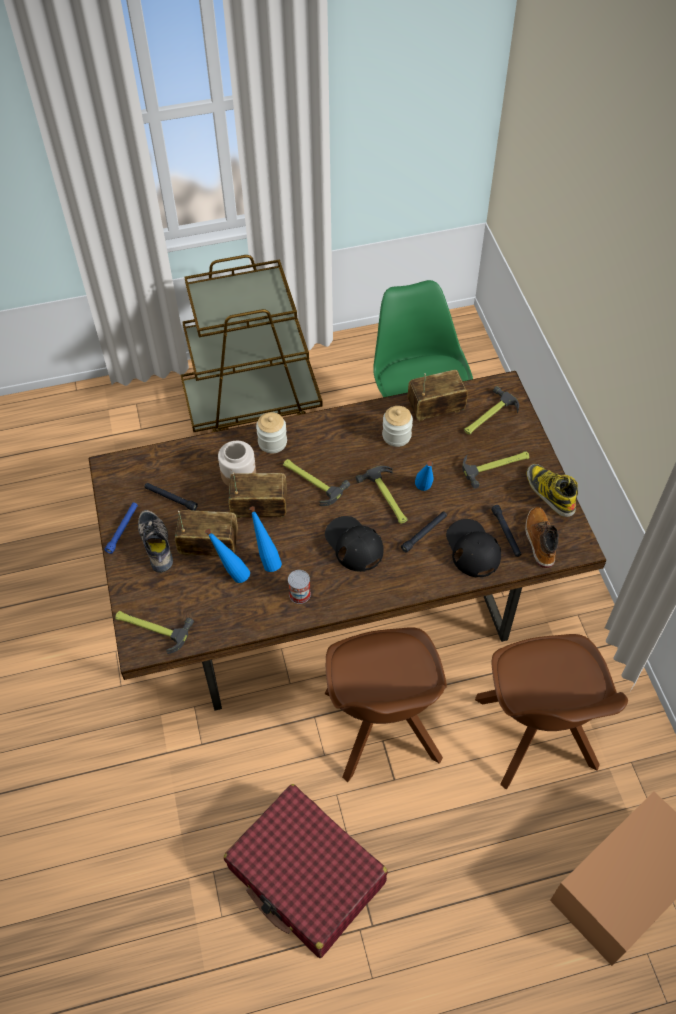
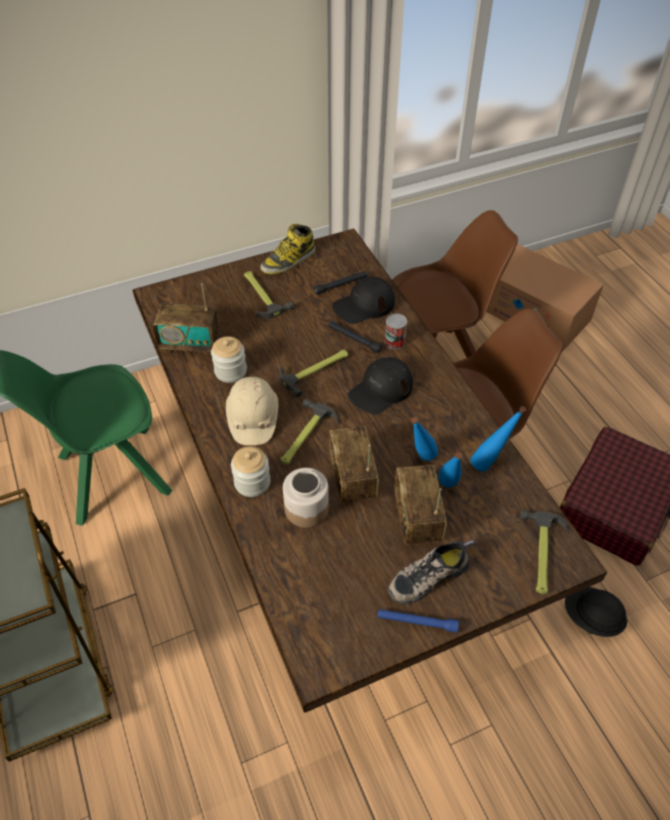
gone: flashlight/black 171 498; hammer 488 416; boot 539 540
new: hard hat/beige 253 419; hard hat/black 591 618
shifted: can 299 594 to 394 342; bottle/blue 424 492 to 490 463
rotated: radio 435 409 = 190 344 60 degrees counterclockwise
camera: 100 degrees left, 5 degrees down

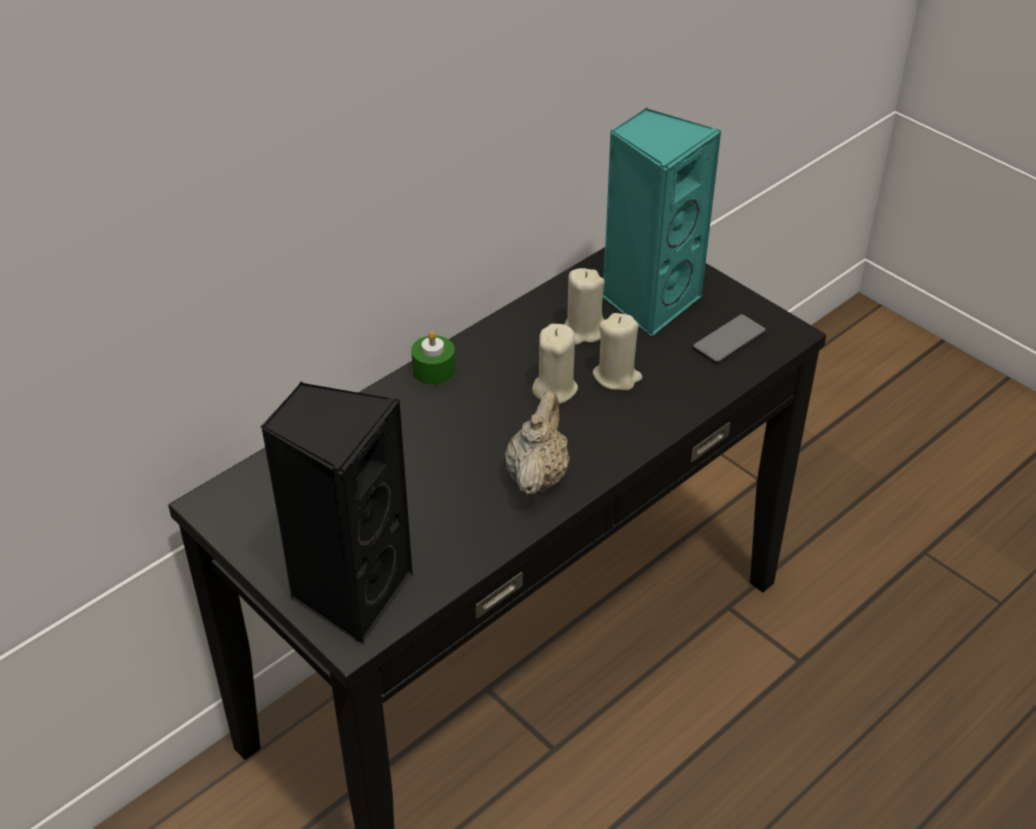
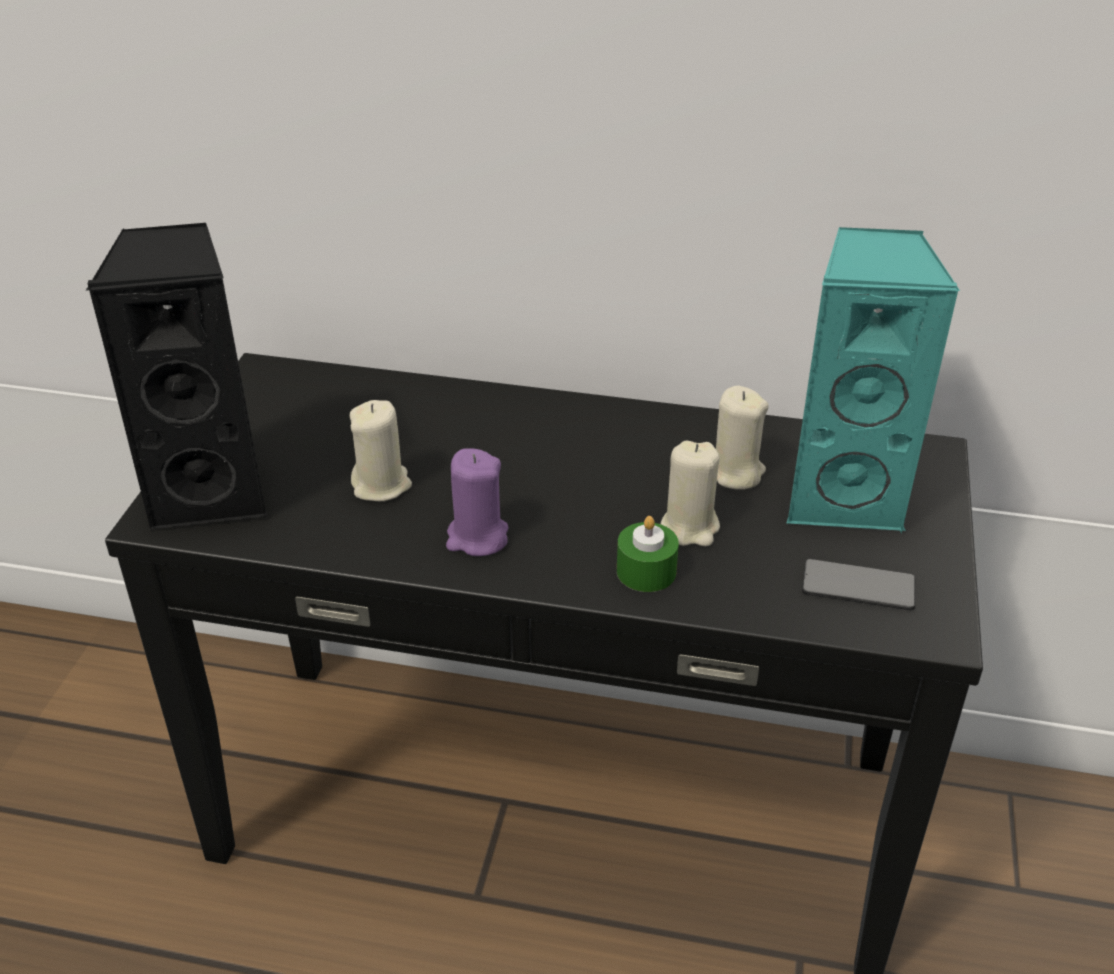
shifted: candle/green 434 370 to 646 571; candle/beige 554 388 to 381 485
swapped: teapot/beige 537 475 to candle/purple 477 538
camera: 55 degrees right, 5 degrees down

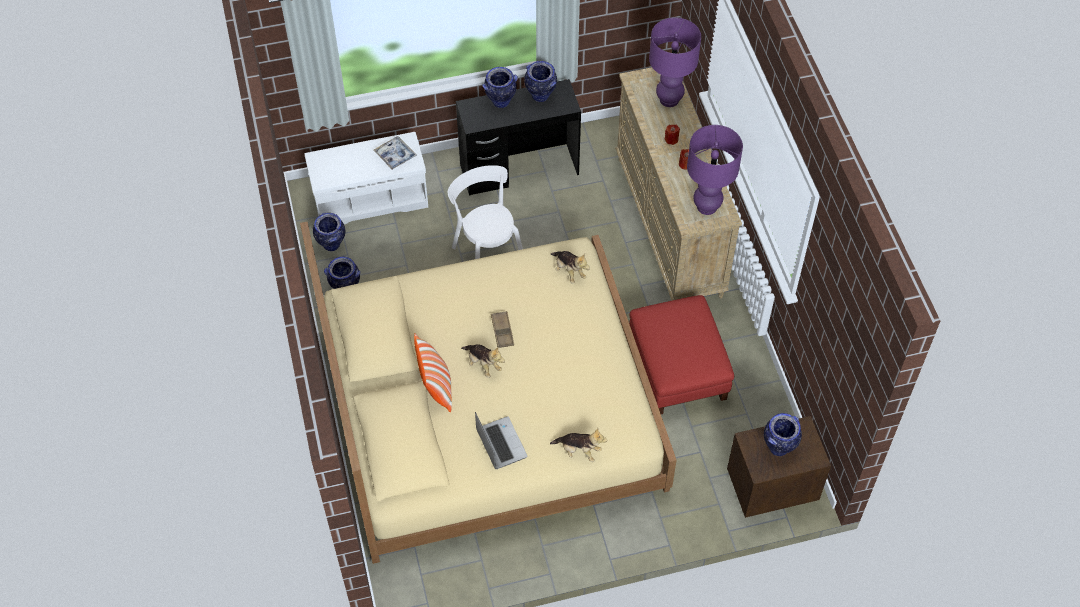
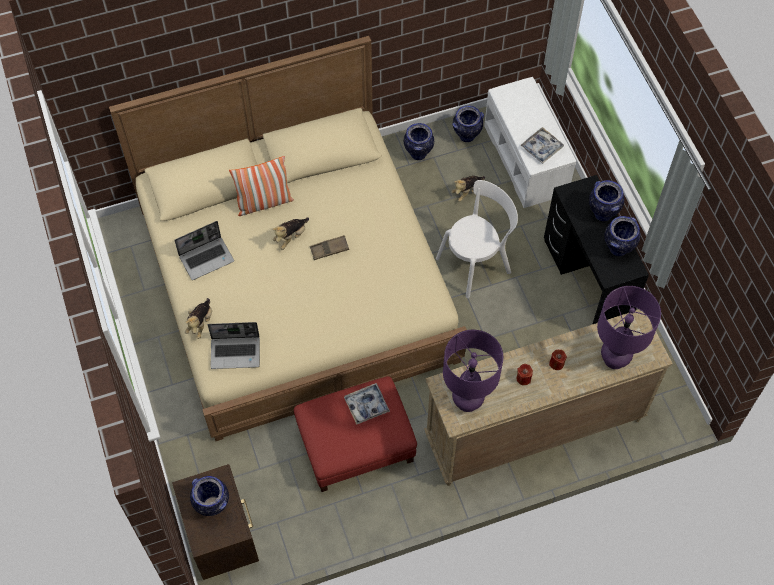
new: laptop 236 352; tray 366 405
shifted: plush toy 569 271 to 467 191
camera: 85 degrees right, 5 degrees up

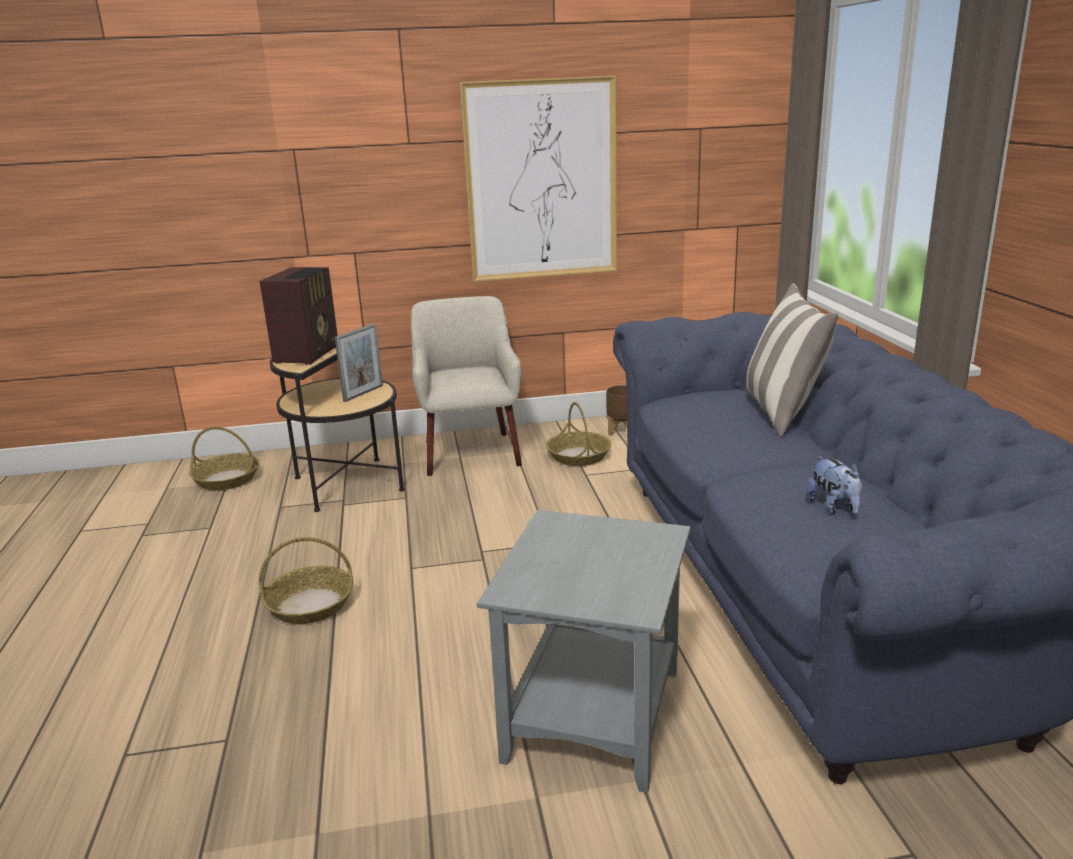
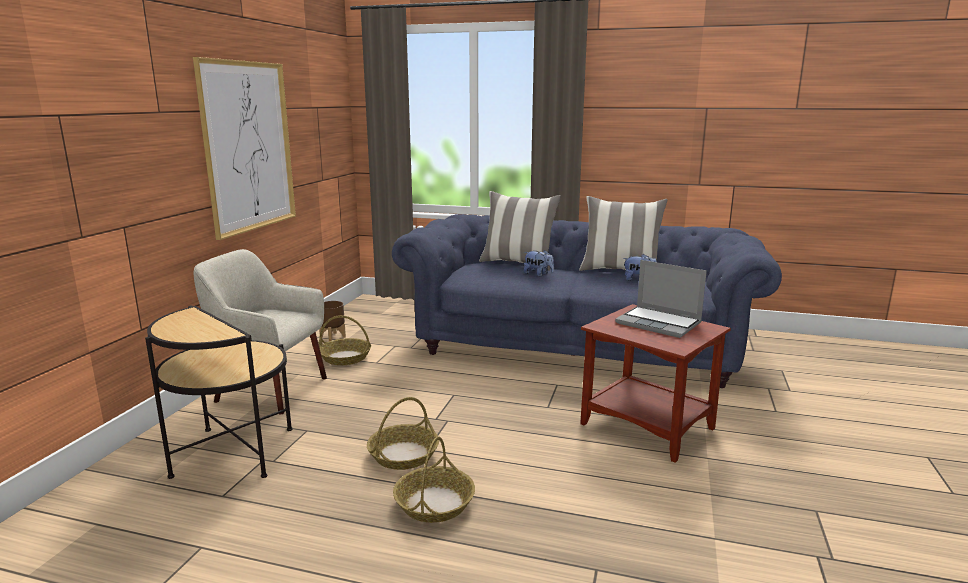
gone: radio 309 354; picture frame 363 393
new: plush toy 538 274; pillow 620 271; laptop 659 323
shifted: basket 226 480 to 403 455
repainted: side table/grey 596 716 to side table/brown 648 425
camera: 65 degrees left, 5 degrees down

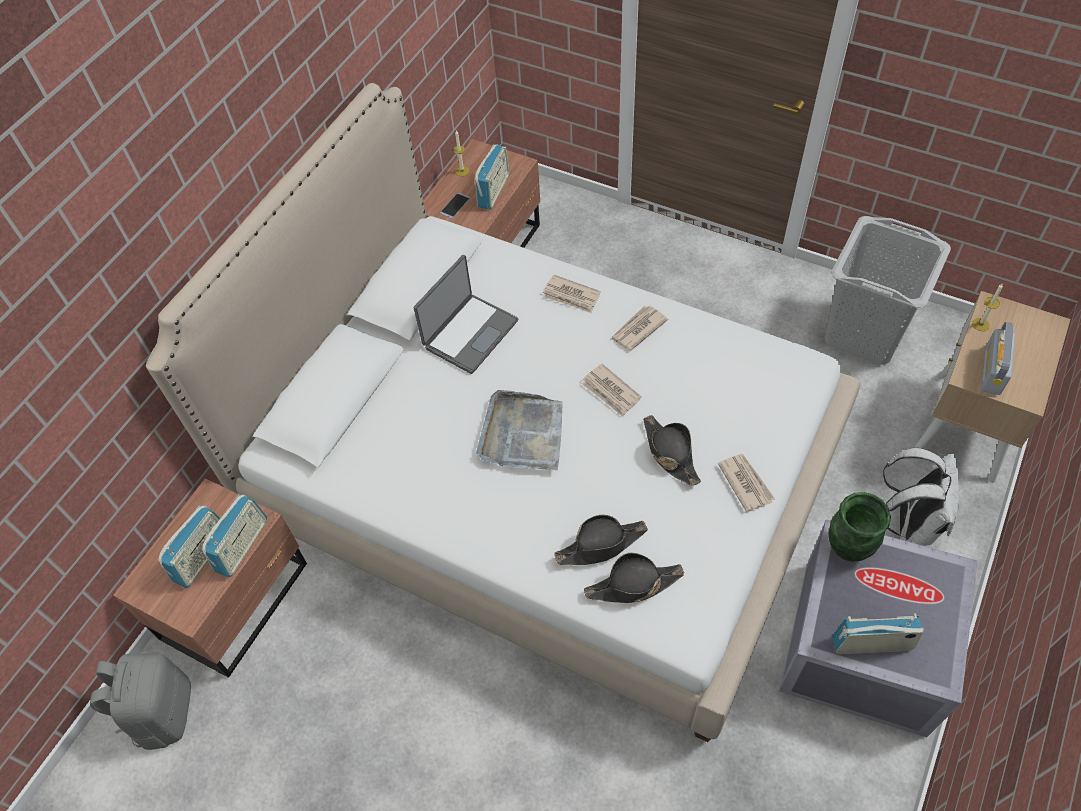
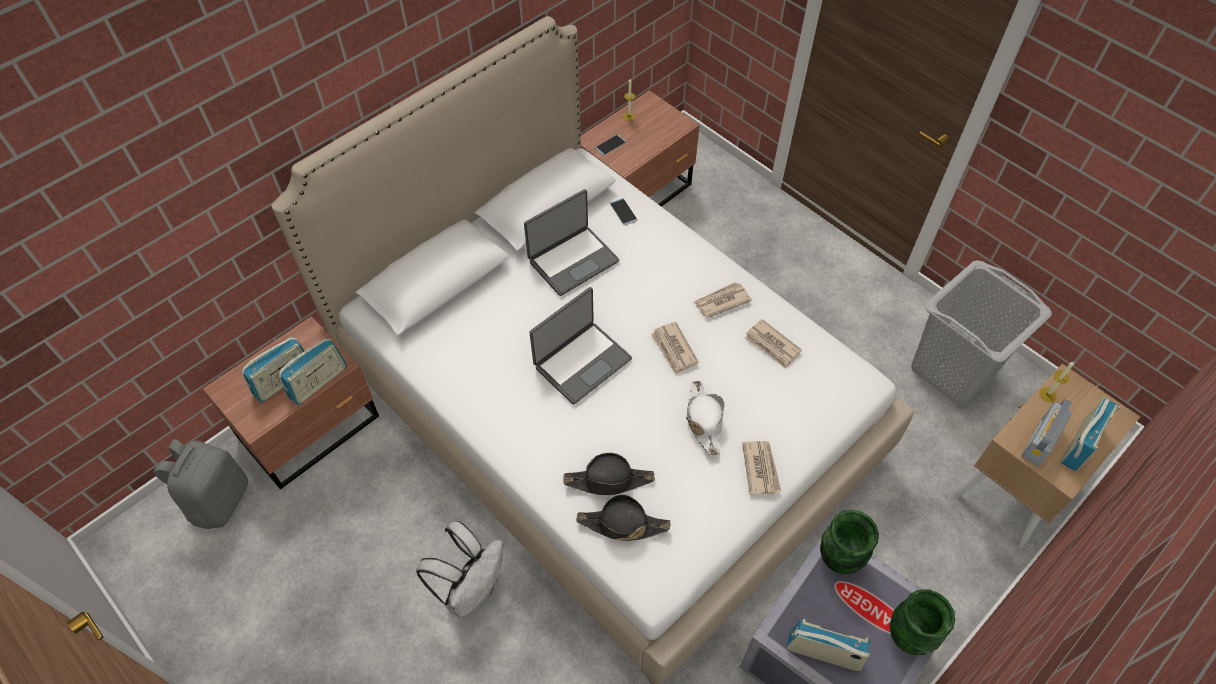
new: phone 623 212; vase/green 909 636
shifted: radio 494 191 to 1080 444; newspaper 571 296 to 772 346; backpack/white 911 522 to 472 591
swapped: tray/grey 522 434 to laptop 581 362
repainted: hat/black 670 453 to hat/white 704 420
camera: 15 degrees right, 0 degrees up

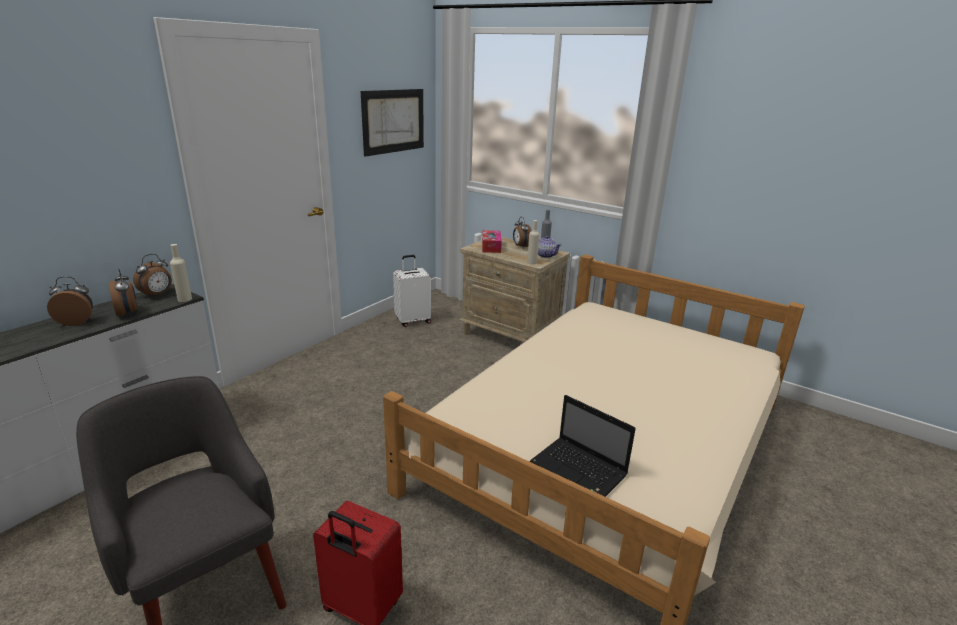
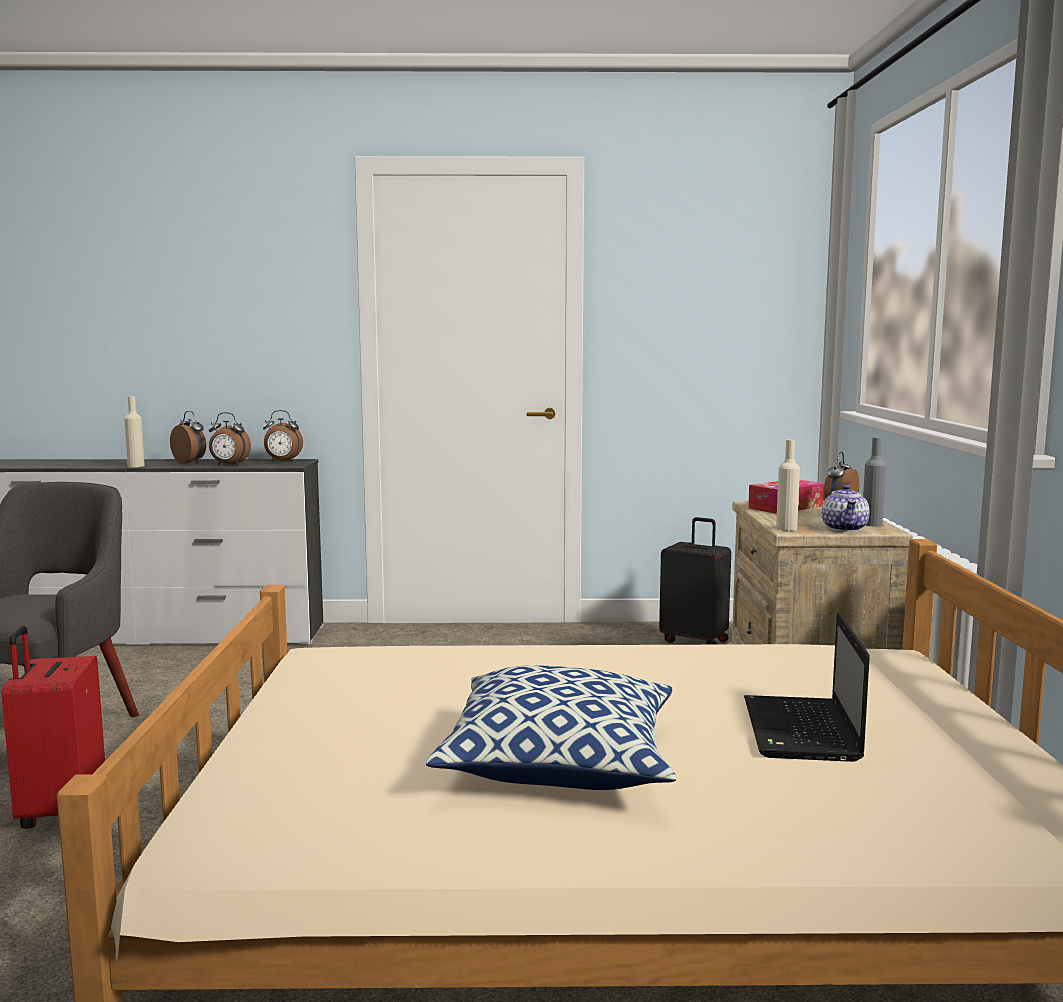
gone: picture 393 121
new: pillow 560 763
shifted: bottle/beige 184 299 to 136 466; laptop 580 470 to 802 732
repainted: suitcase/white 413 321 to suitcase/black 695 641
rotated: alarm clock 128 313 = 229 465 75 degrees clockwise
camera: 55 degrees right, 15 degrees down

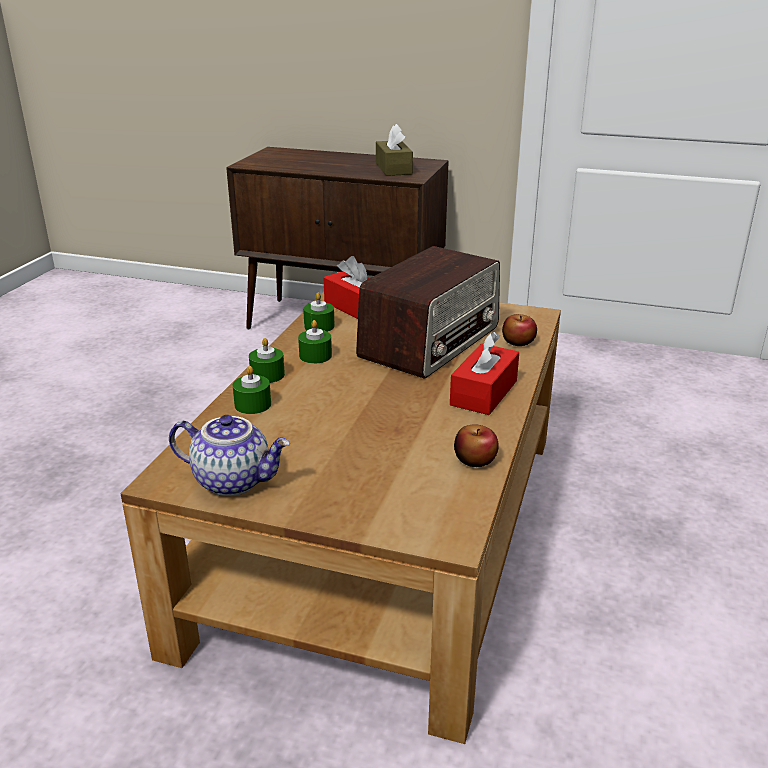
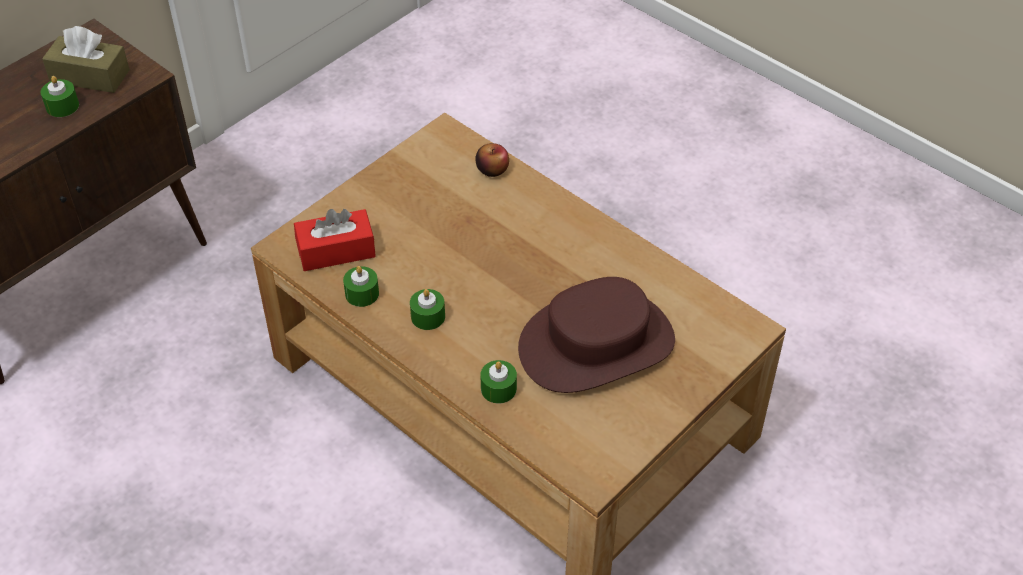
gone: teapot 234 480; radio 430 341; tissue box/red 484 393; apple 475 460
new: hat/brown 596 344
shifted: candle/green 267 375 to 62 106
camera: 65 degrees left, 20 degrees up

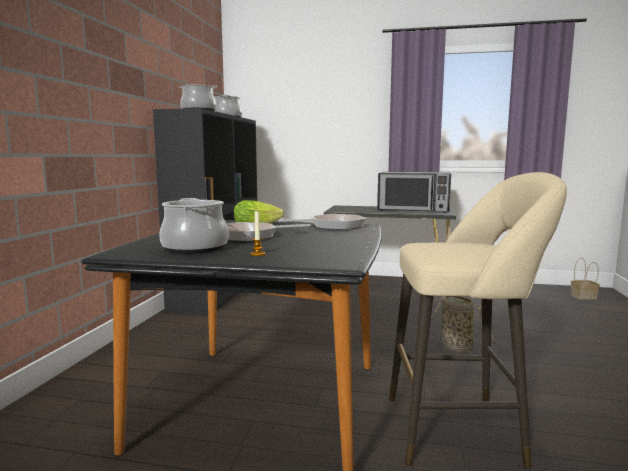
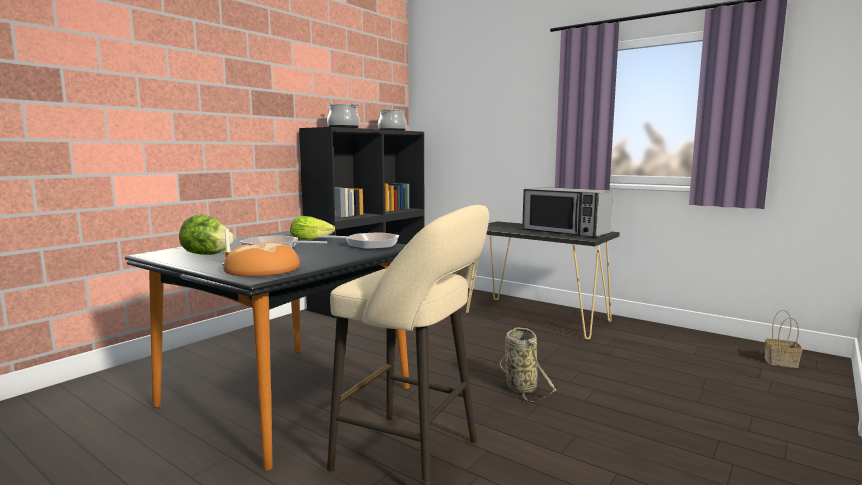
new: bread 261 269
swapped: cooking pot 194 248 to lettuce 207 254
camera: 25 degrees right, 0 degrees up

